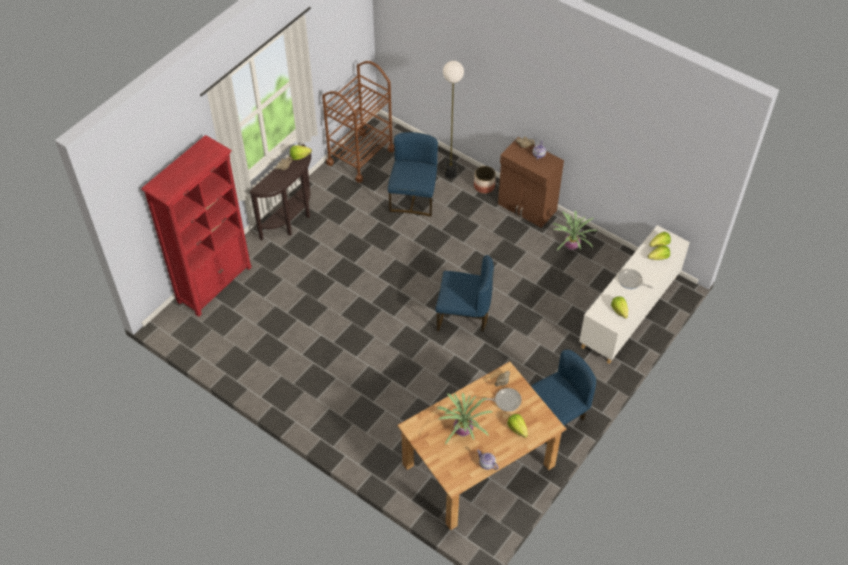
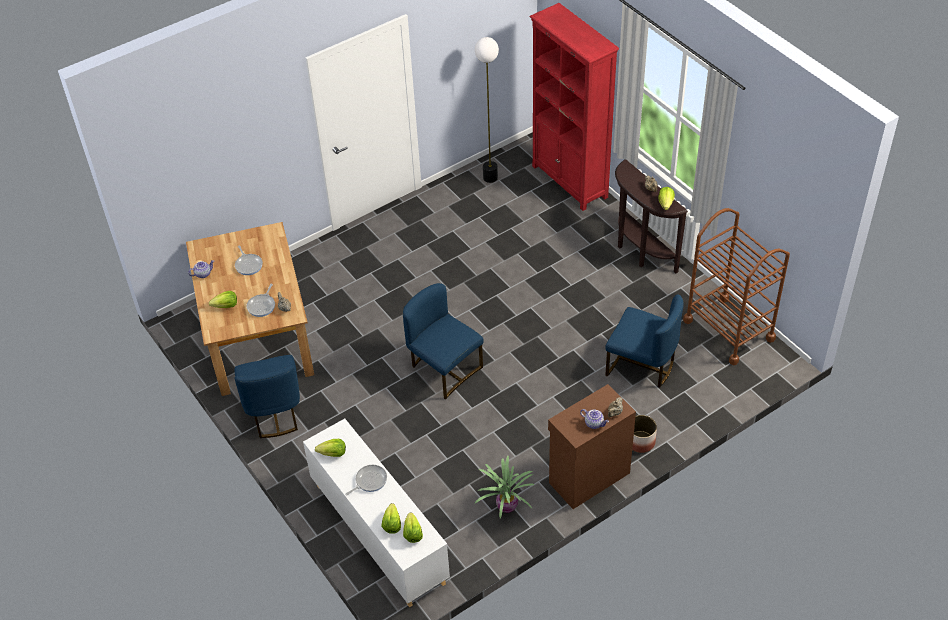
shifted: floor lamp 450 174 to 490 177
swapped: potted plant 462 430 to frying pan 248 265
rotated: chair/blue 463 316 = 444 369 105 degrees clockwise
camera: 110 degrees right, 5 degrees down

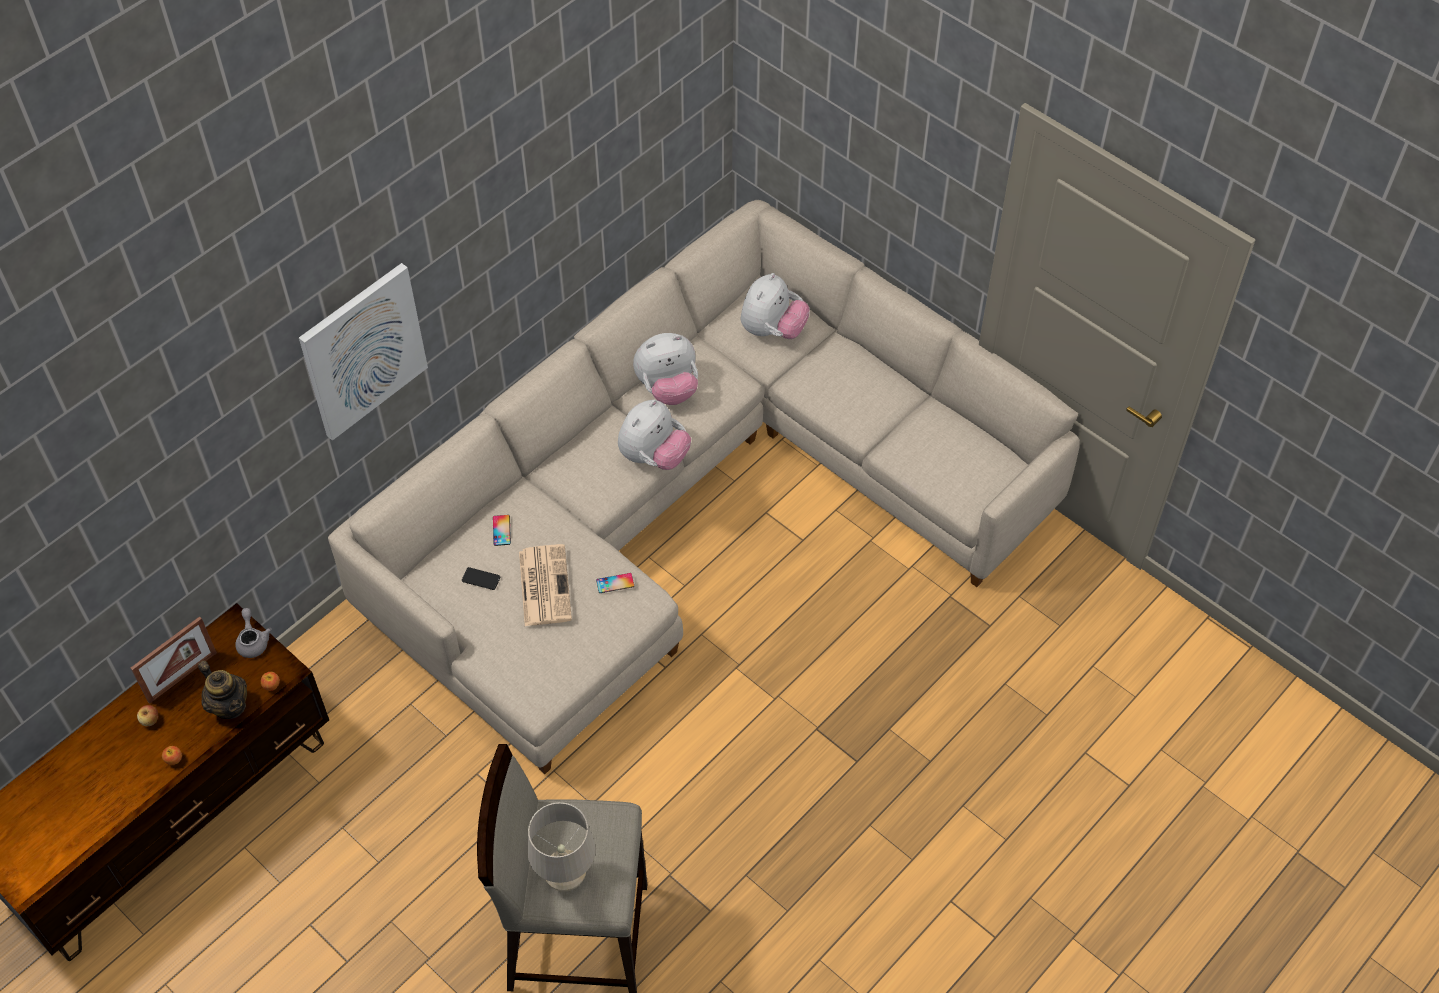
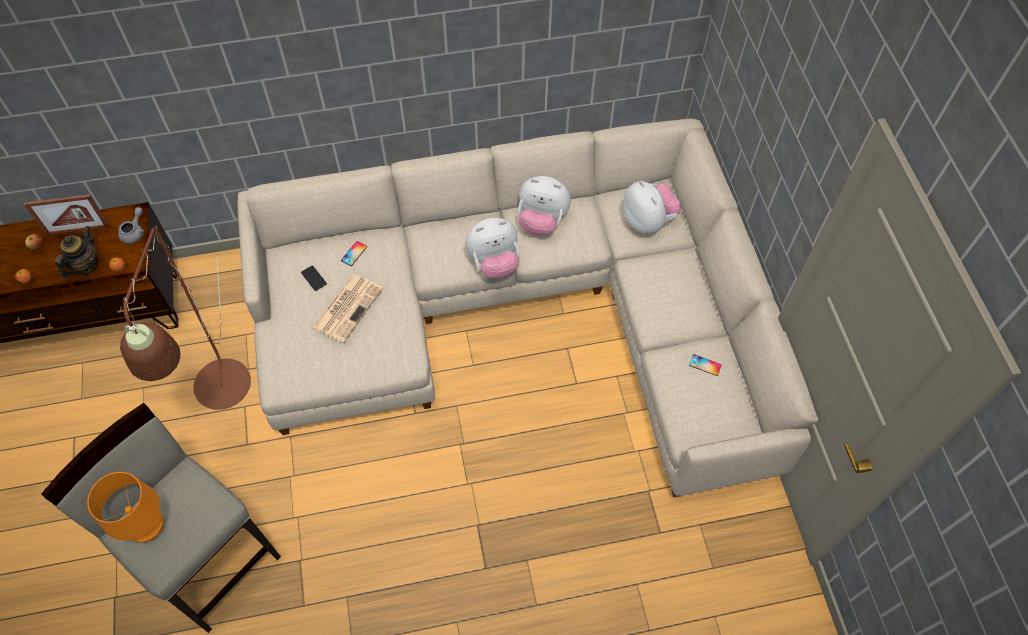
gone: picture 363 350
new: floor lamp/brown 223 397
shifted: phone 615 583 to 705 365
repainted: table lamp/beige 565 877 to table lamp/orange 149 528
rotated: teapot 229 705 = 85 265 150 degrees counterclockwise; plush toy 772 330 = 648 221 90 degrees counterclockwise
camera: 35 degrees right, 5 degrees up

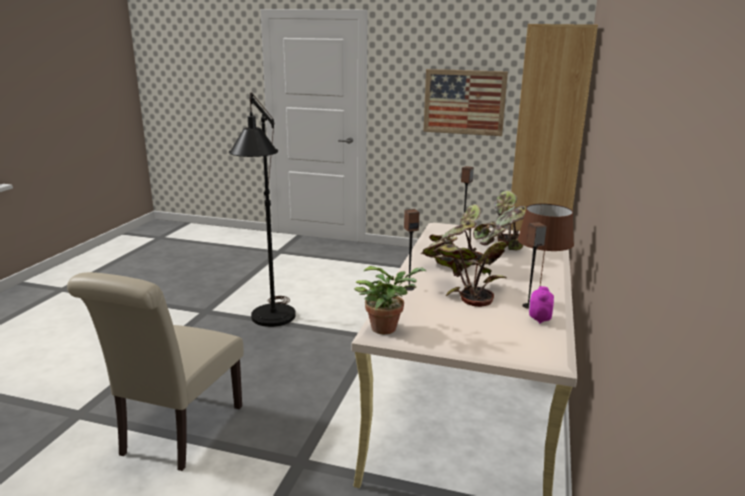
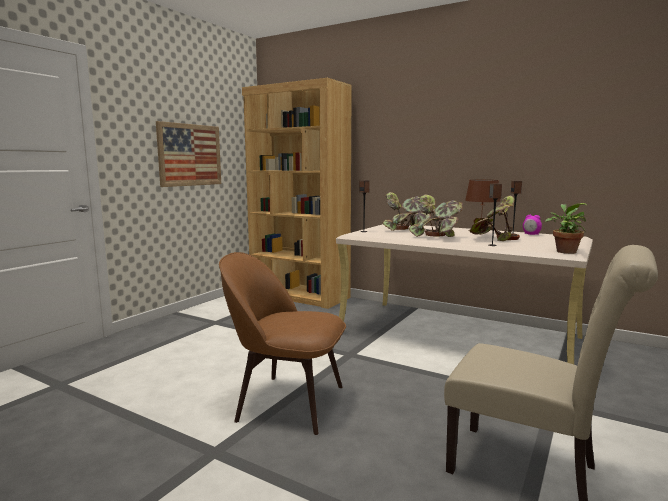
swapped: floor lamp/black 271 322 to chair/brown 286 402
camera: 75 degrees left, 10 degrees down

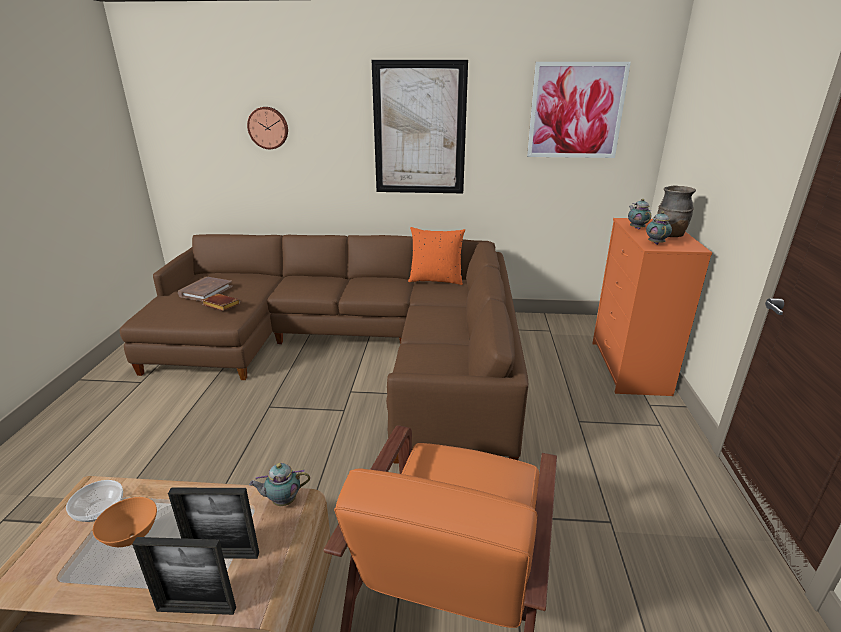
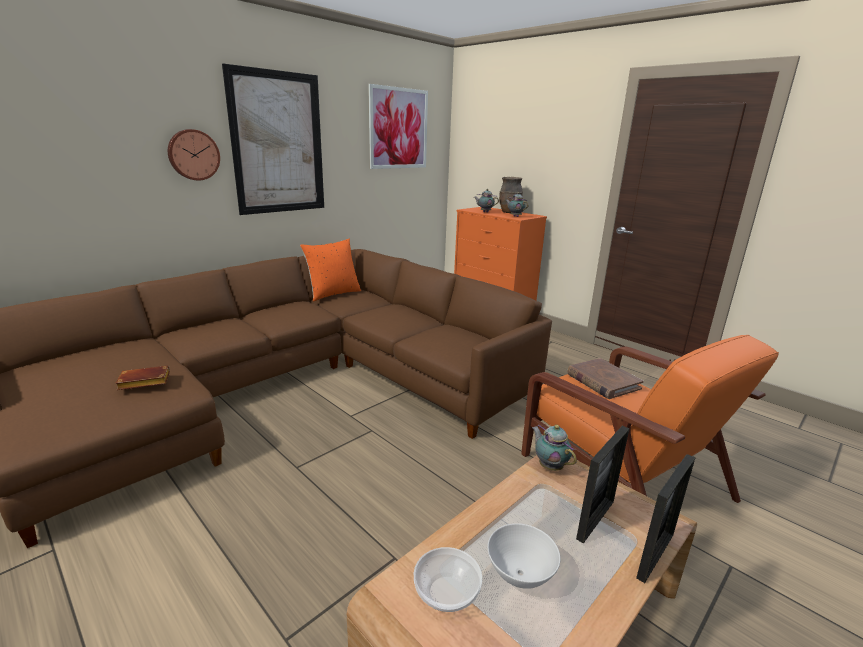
shifted: book/brown 206 291 to 602 381; wall clock 268 128 to 193 155
repainted: bowl/orange 132 536 to bowl/white 519 574
rotated: teapot 282 501 = 549 466 120 degrees clockwise
camera: 50 degrees left, 5 degrees down

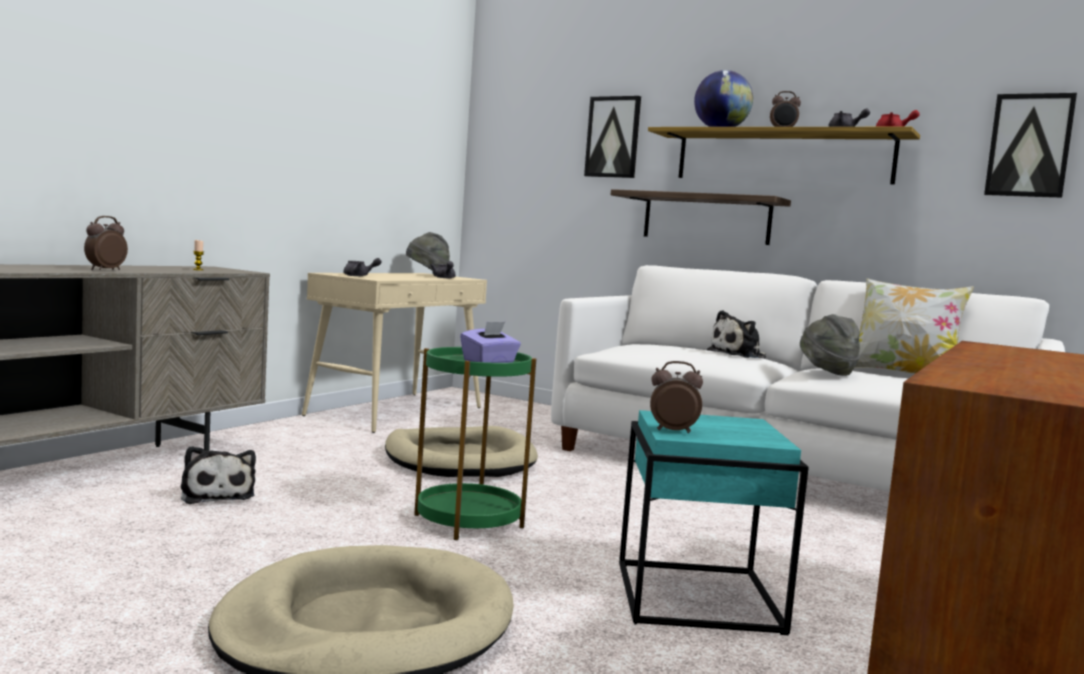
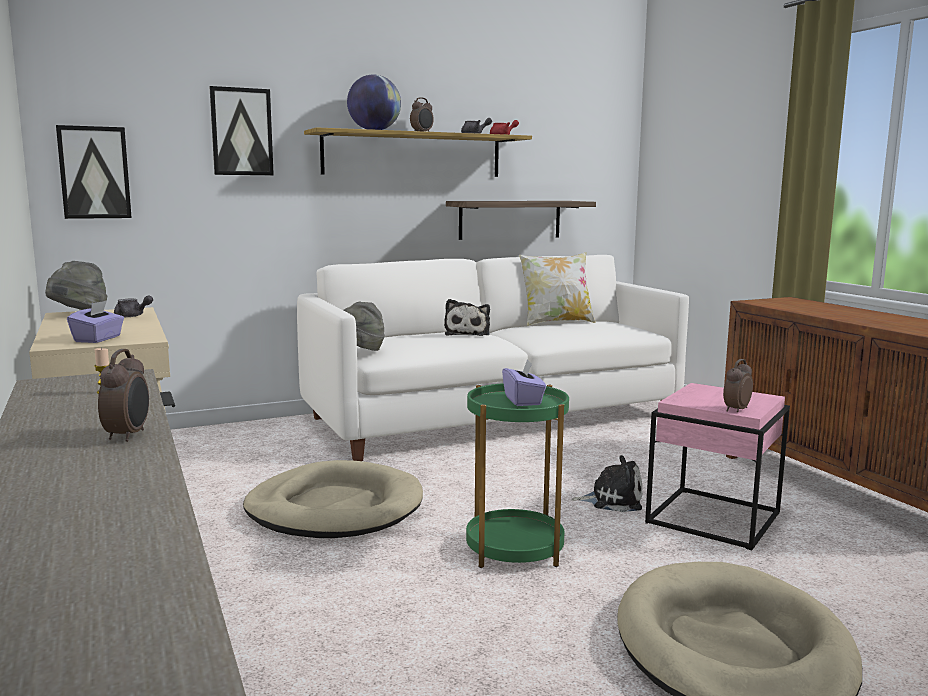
shifted: plush toy 217 494 to 612 500; shelf 706 218 to 510 219; hat/grey 826 372 to 360 349; picture 1029 145 to 94 172
swapped: teapot/grey 359 276 to tissue box/purple 98 339
repainted: side table/turquoise 695 598 to side table/pink 714 519
rotated: alarm clock 104 270 = 128 435 150 degrees counterclockwise
camera: 55 degrees left, 5 degrees up

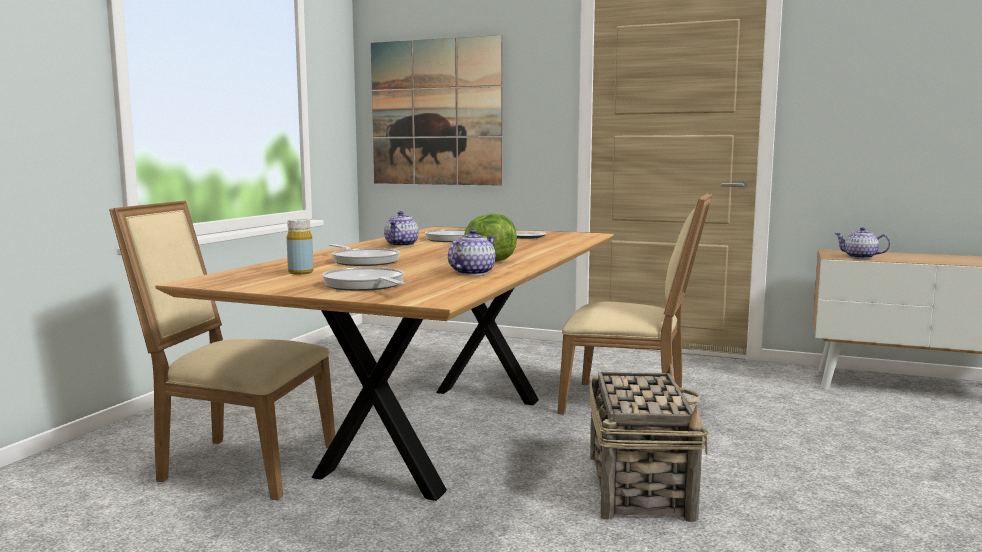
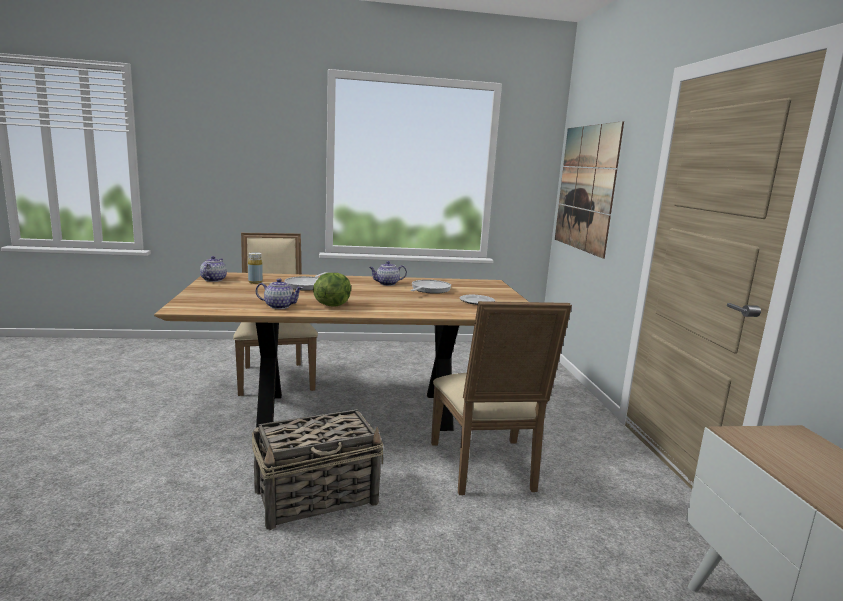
gone: frying pan 365 285
shifted: teapot 860 257 to 213 280
camera: 60 degrees right, 5 degrees up

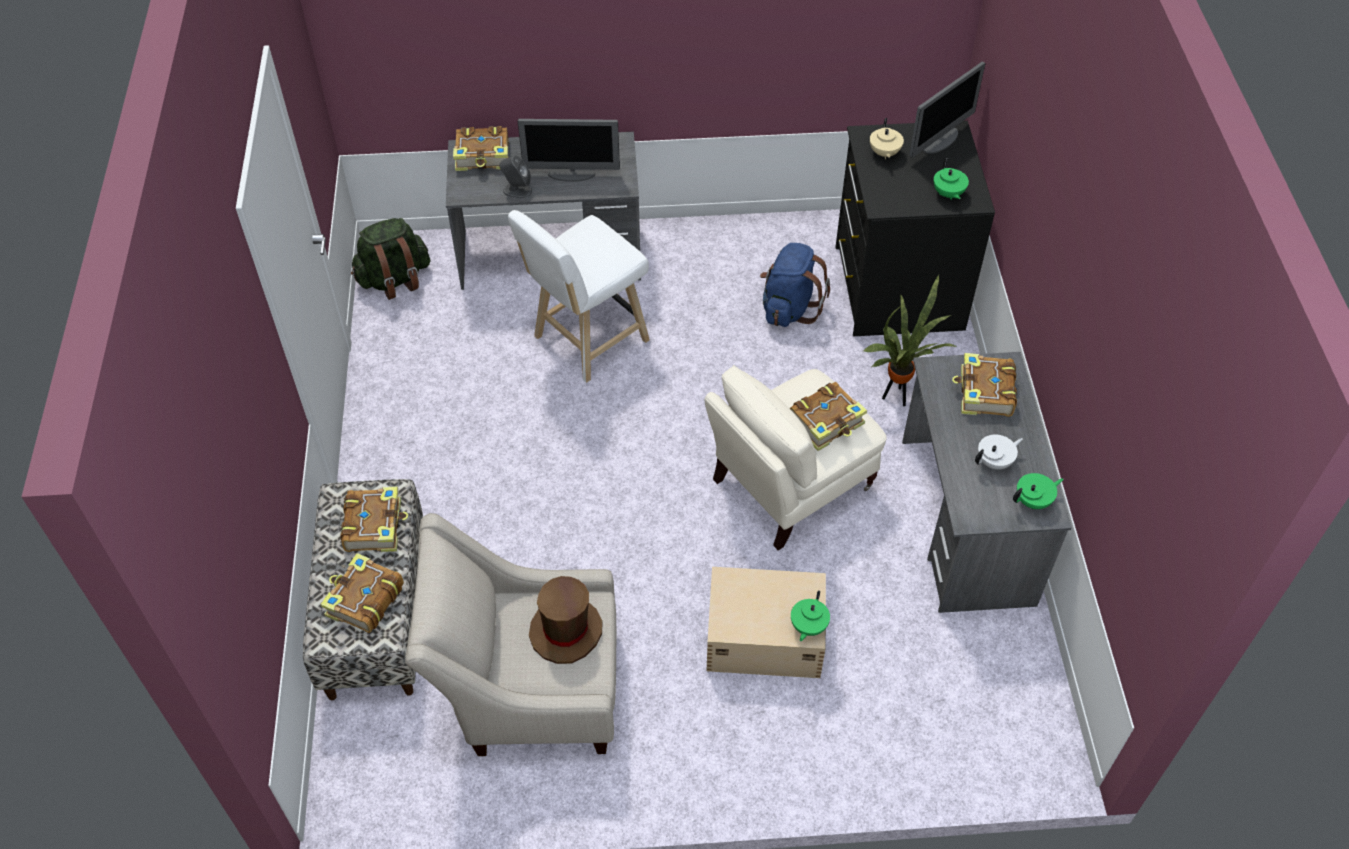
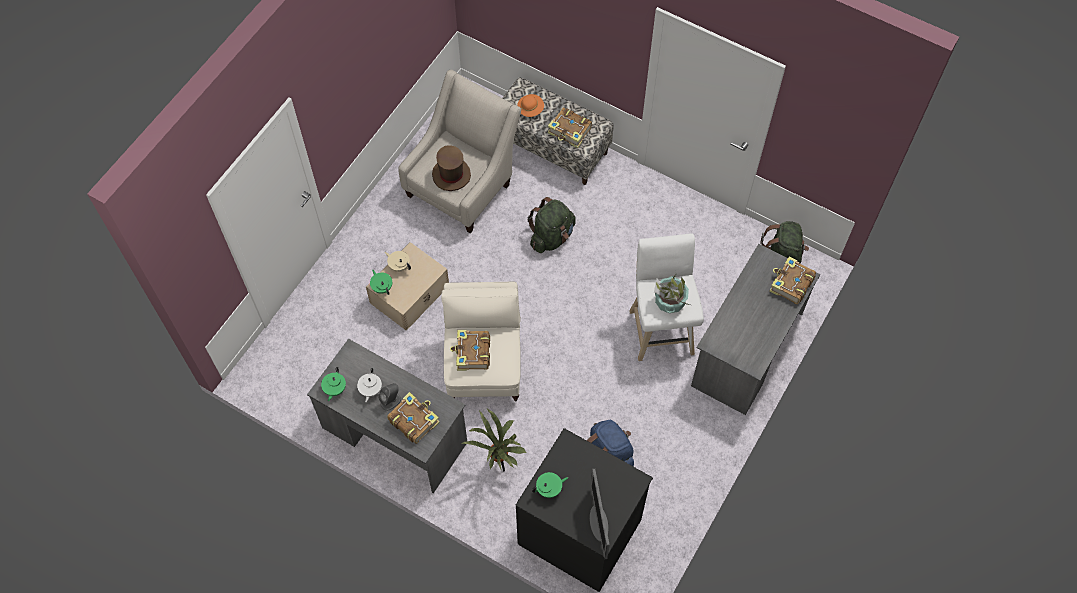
gone: monitor 571 174
new: backpack/green 551 237; potted plant 669 301
shifted: speaker/grey 517 190 to 391 401; teapot/beige 884 153 to 399 265
swapped: book 363 600 to hat/orange 530 109
rotated: teapot/green 948 194 = 549 489 135 degrees clockwise
camera: 125 degrees right, 10 degrees up

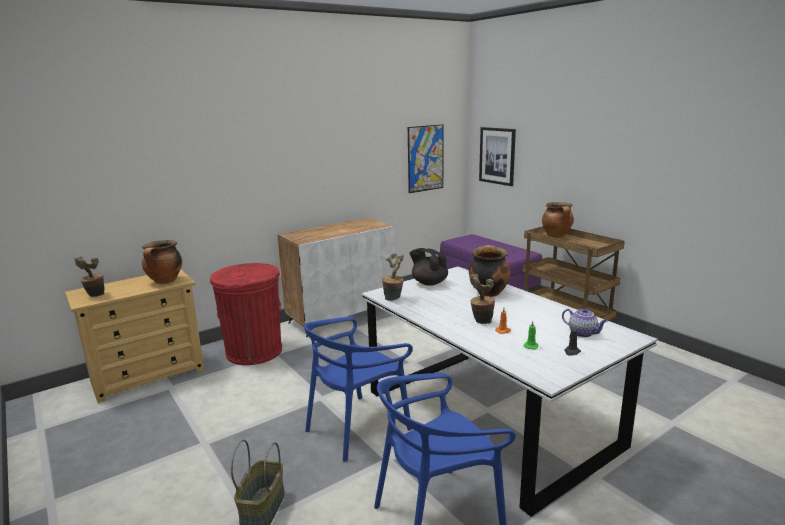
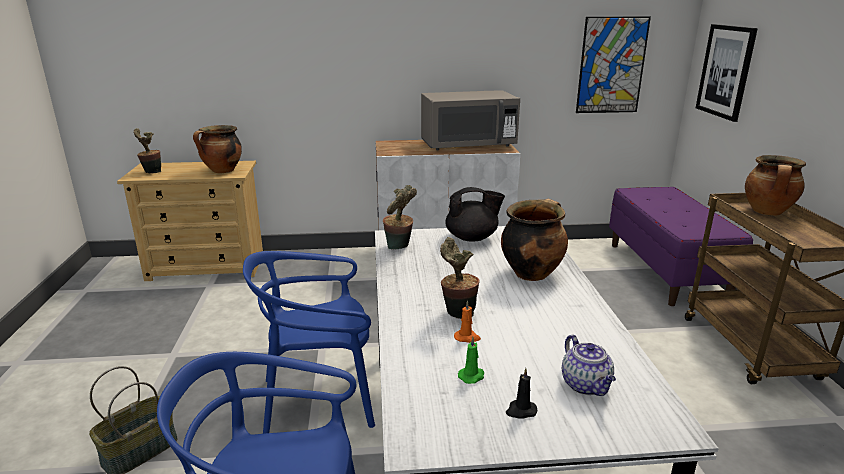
gone: trash can/red 254 351
new: microwave/grey 468 145
rotated: teapot/black 429 283 = 472 238 105 degrees clockwise
camera: 30 degrees right, 5 degrees up

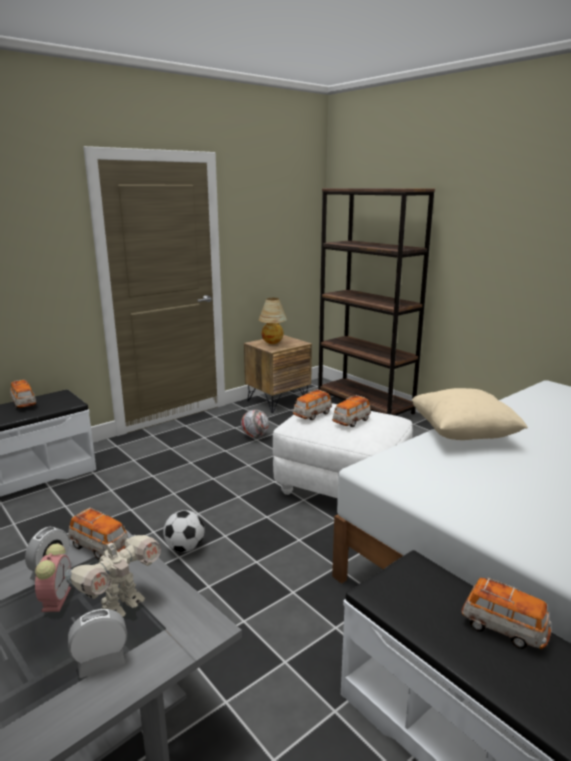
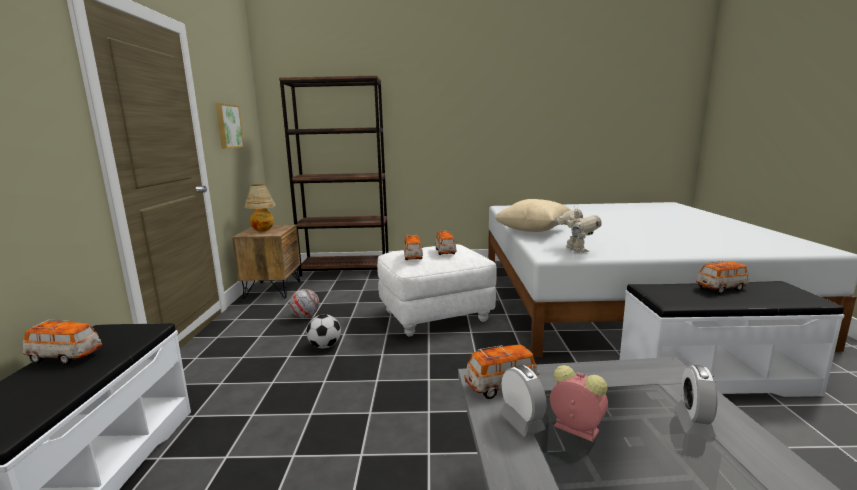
new: picture 228 126
shifted: toy robot 120 606 to 575 250; football 185 547 to 325 346
camera: 50 degrees left, 5 degrees down

